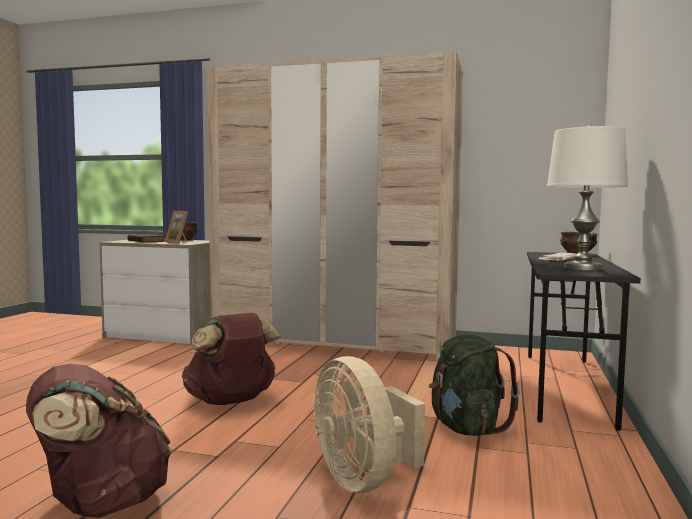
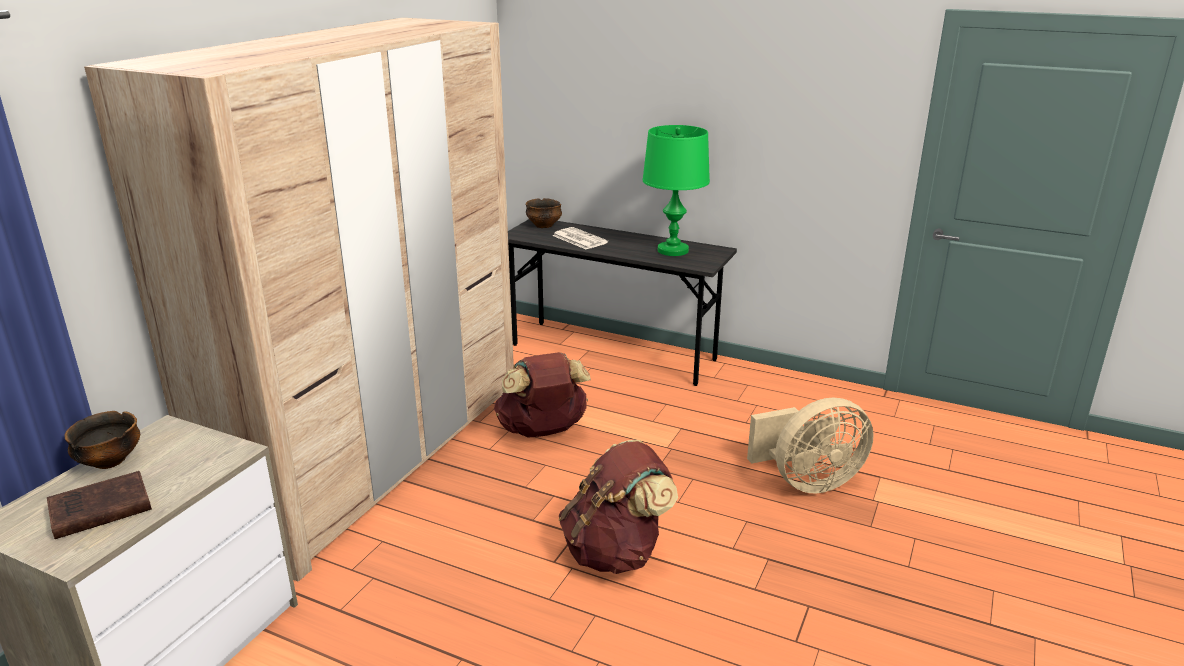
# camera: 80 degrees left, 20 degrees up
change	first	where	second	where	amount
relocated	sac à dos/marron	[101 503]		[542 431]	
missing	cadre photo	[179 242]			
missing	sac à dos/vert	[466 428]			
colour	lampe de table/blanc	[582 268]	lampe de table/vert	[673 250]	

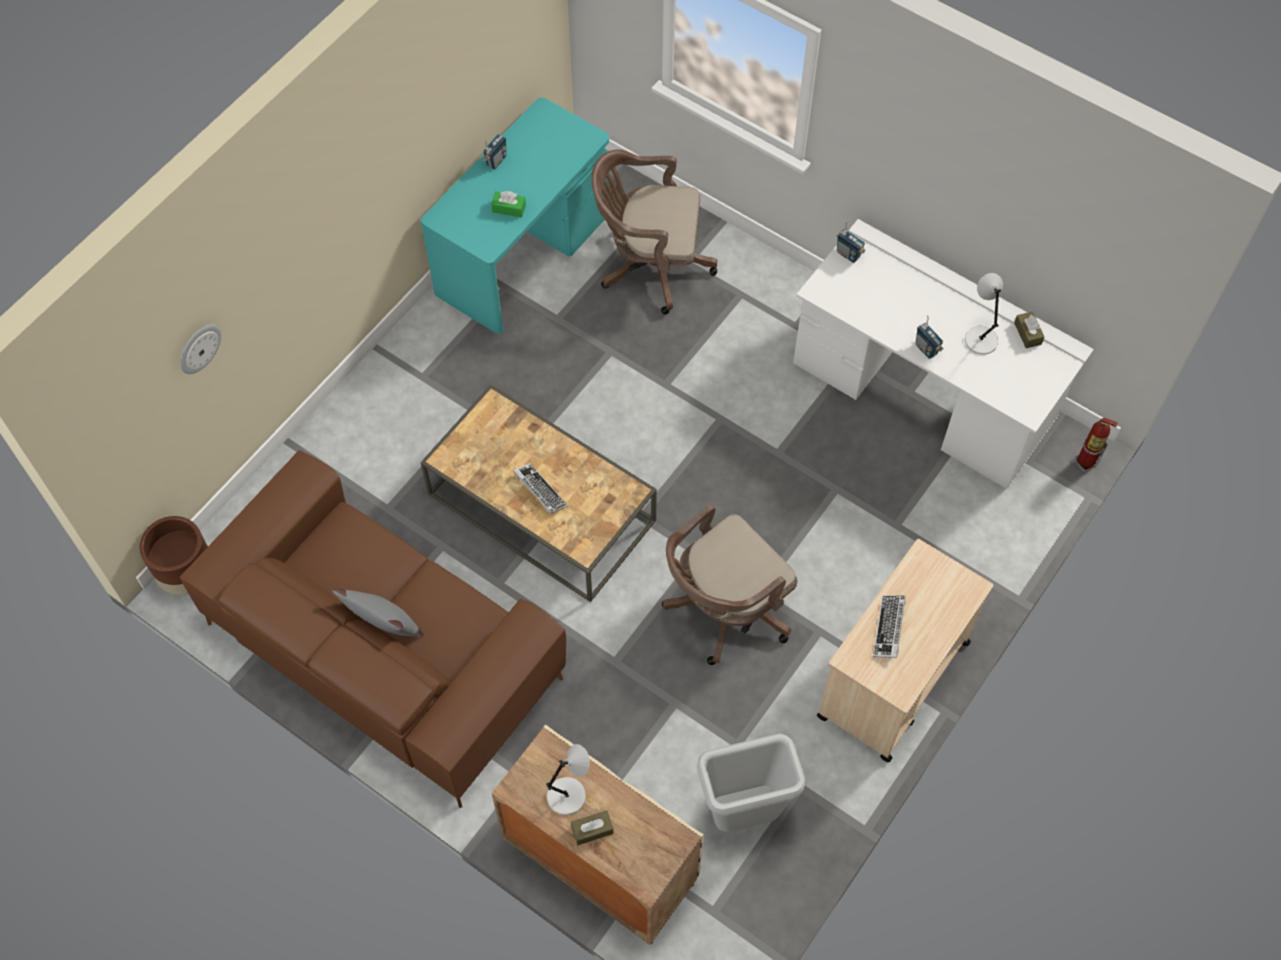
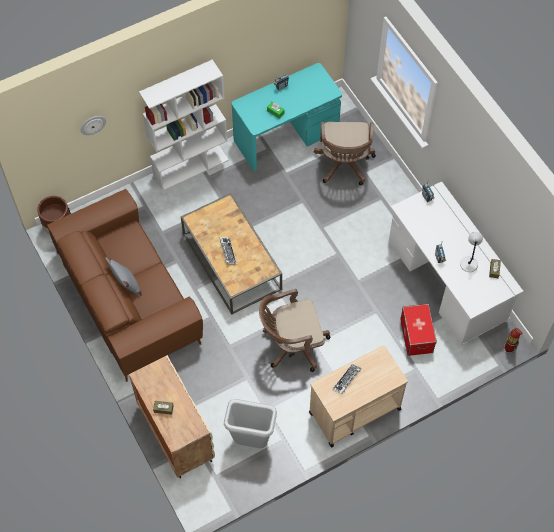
# camera: 25 degrees right, 0 degrees up
change	first	where	second	where	amount
missing	lampe de table/gris	[568 795]			
spun	chaise de bureau/marron	[650 265]		[344 165]	120 degrees counterclockwise
appeared			bibliothèque/blanc	[191 167]	
appeared			boîte de rangement	[416 336]	

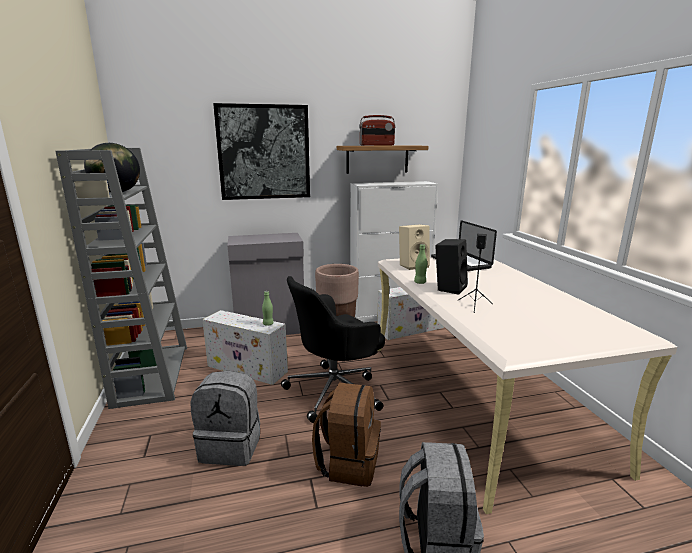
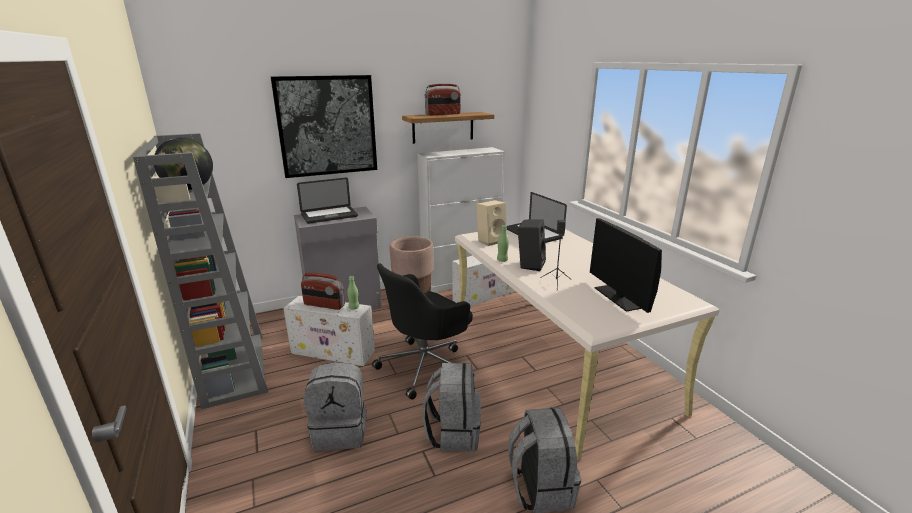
# camera: 10 degrees left, 5 degrees up
change	first	where	second	where	amount
colour	sac à dos/marron	[348 463]	sac à dos/gris	[453 432]	
appeared			ordinateur portable	[329 216]	
appeared			radio	[324 305]	
appeared			écran d'ordinateur	[619 297]	

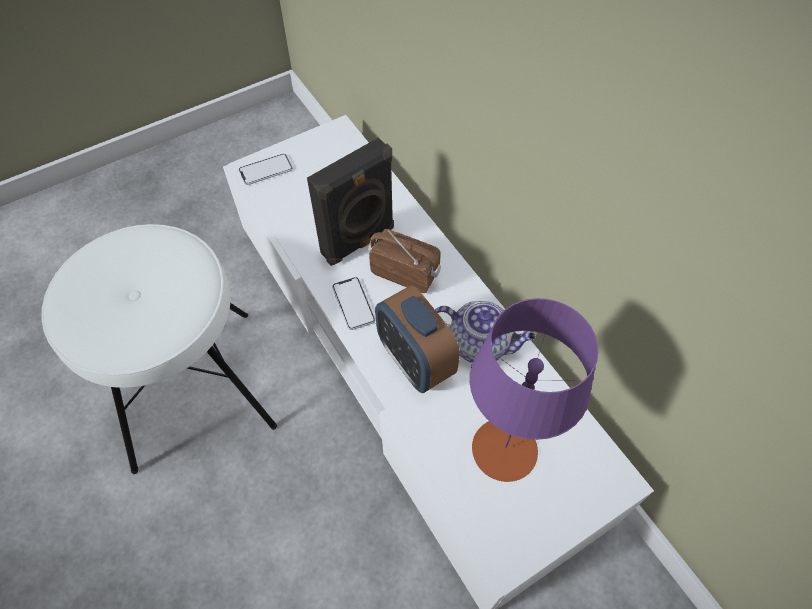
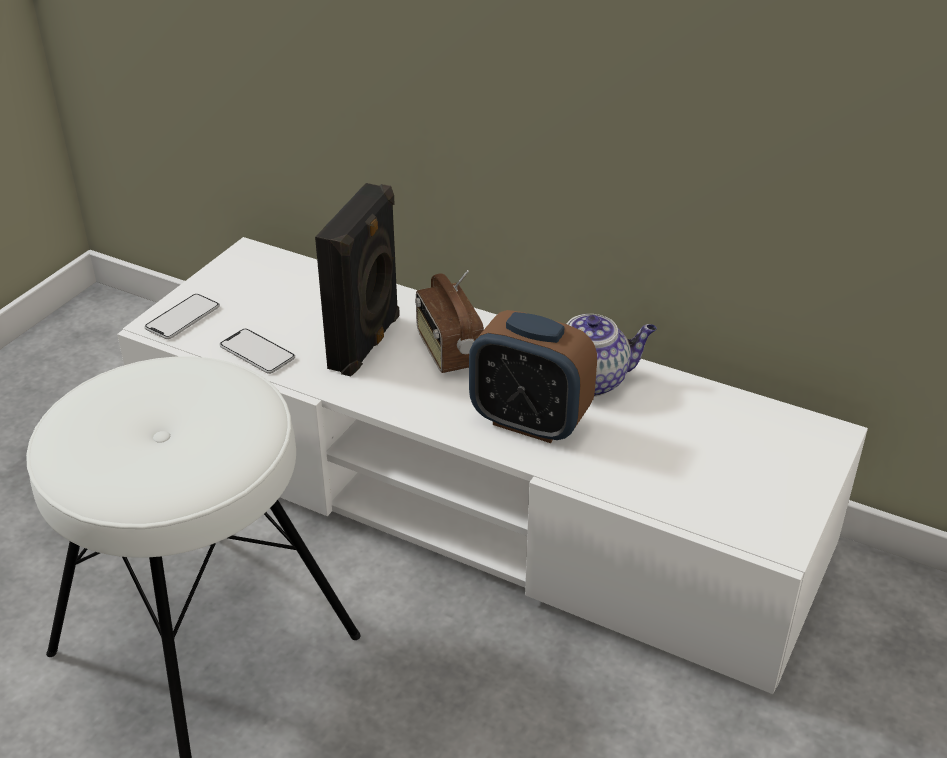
# camera: 30 degrees left, 20 degrees down
change	first	where	second	where	amount
relocated	téléphone	[353 304]		[257 352]	
spun	radio	[405 272]		[448 351]	105 degrees counterclockwise
missing	lampe de table/violet	[505 449]			

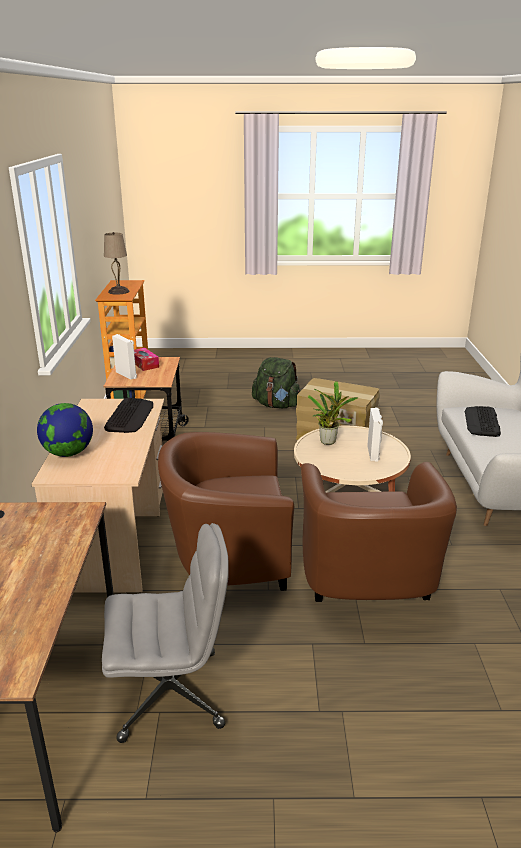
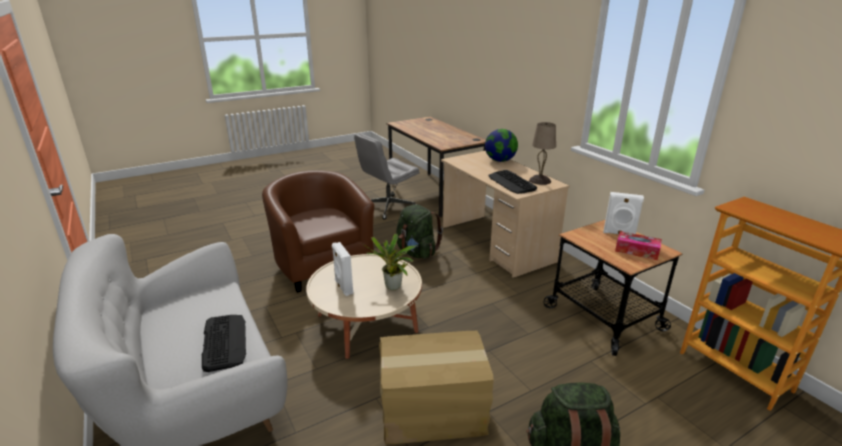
# camera: 150 degrees right, 0 degrees up
change	first	where	second	where	amount
relocated	lampe de table/beige	[119 291]		[539 180]	
exchanged	fauteuil/marron	[228 558]	sac à dos/vert	[416 253]	

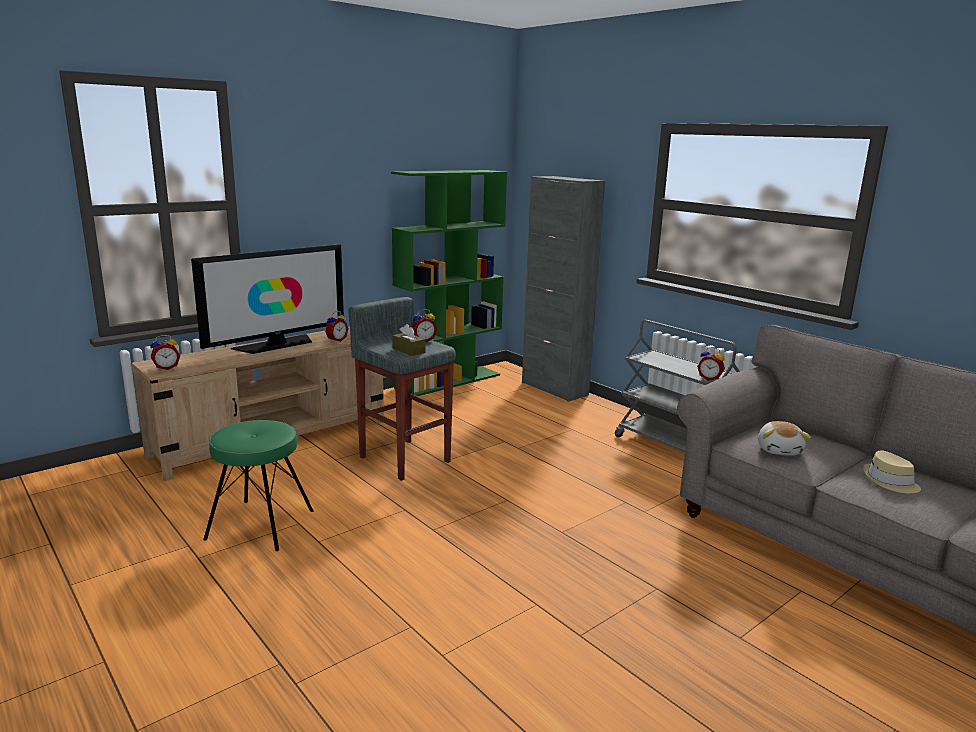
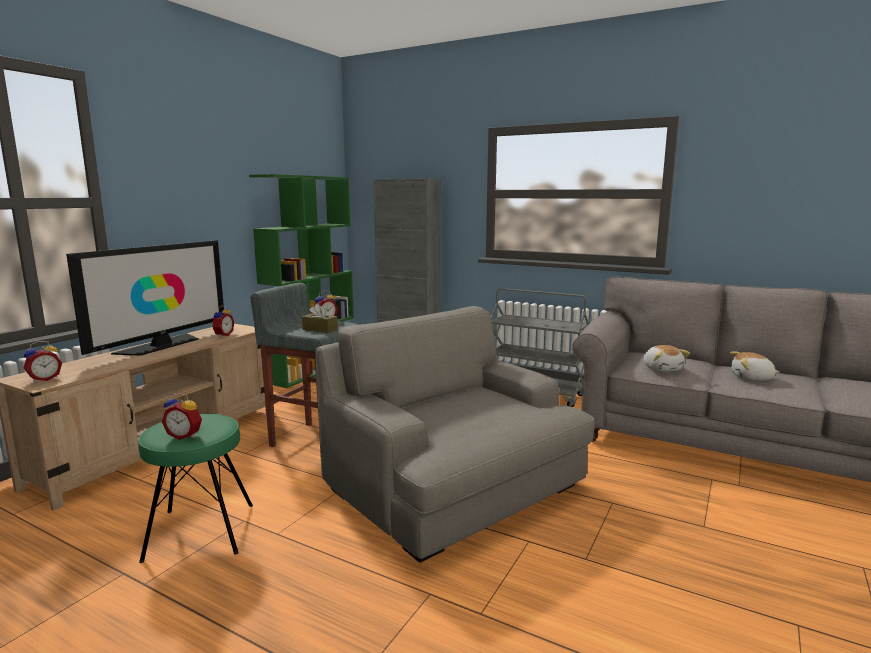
# camera: 20 degrees left, 5 degrees down
change	first	where	second	where	amount
relocated	réveil	[710 378]		[185 436]	
exchanged	chapeau/beige	[889 482]	peluche	[752 378]	
appeared			fauteuil/gris	[455 489]	

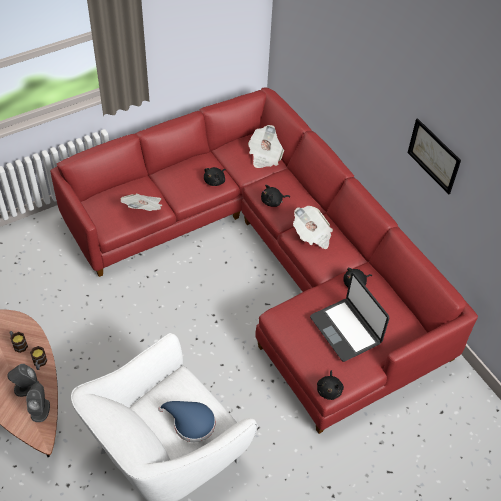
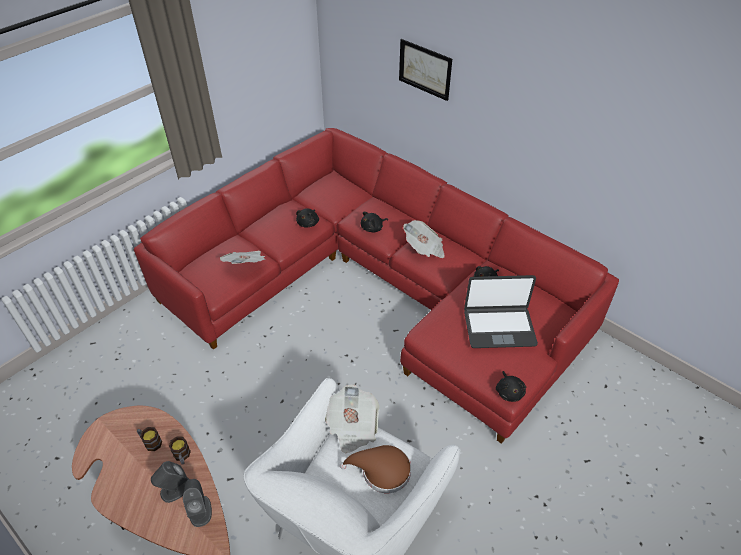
# camera: 15 degrees left, 5 degrees down
change	first	where	second	where	amount
colour	chapeau/bleu	[190 422]	chapeau/marron	[381 471]	
relocated	journal	[265 155]		[352 427]	
spun	ordinateur portable	[346 330]		[499 327]	45 degrees counterclockwise
relocated	tableau	[433 156]		[425 69]	

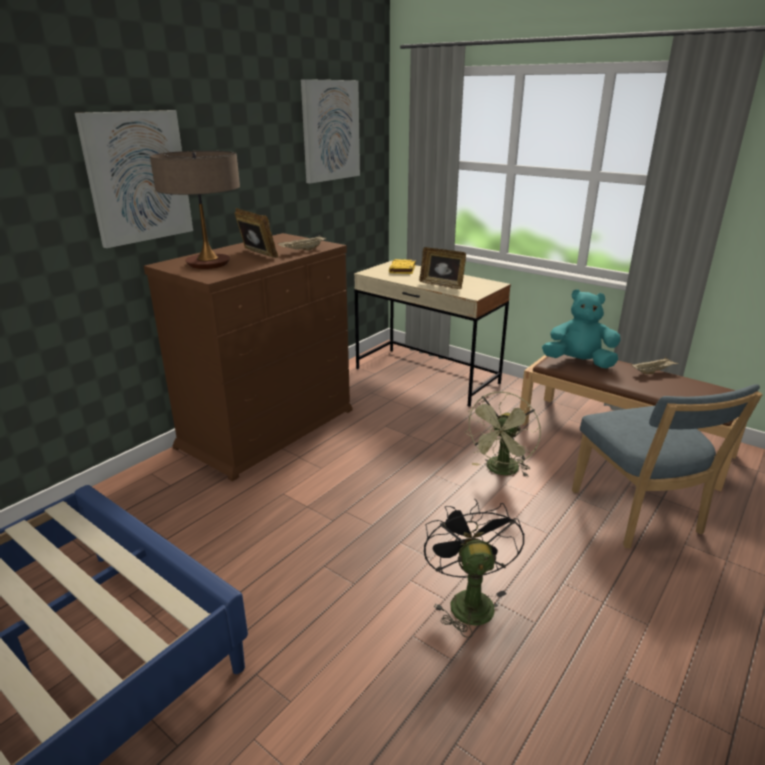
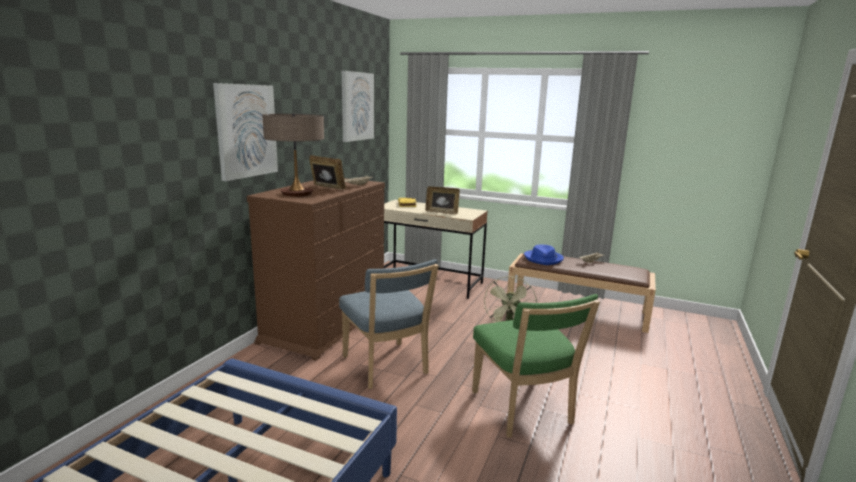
# camera: 15 degrees left, 10 degrees down
change	first	where	second	where	amount
exchanged	ventilateur/noir	[467 600]	chaise/vert	[523 411]	
exchanged	peluche/turquoise	[579 362]	chapeau/bleu	[543 259]	
relocated	chaise/bleu	[638 515]		[386 367]	

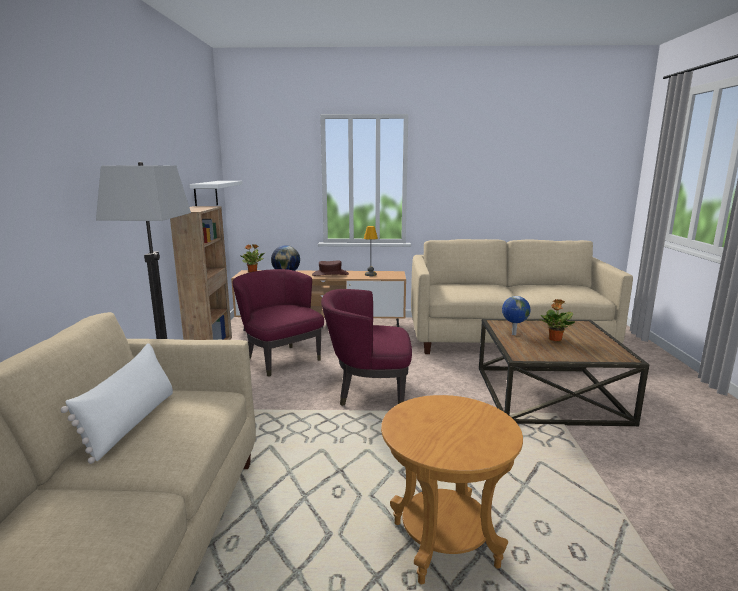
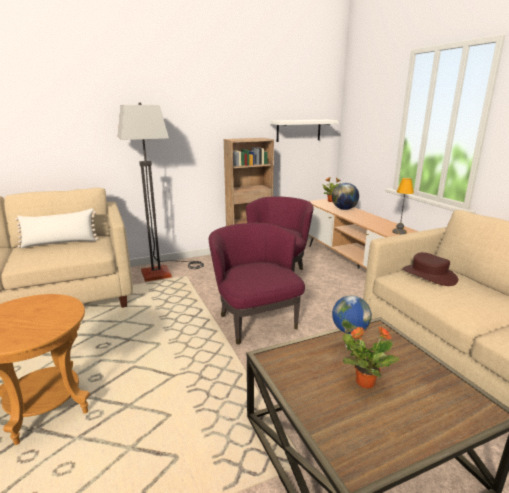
# camera: 65 degrees right, 5 degrees up
change	first	where	second	where	amount
relocated	chapeau/marron	[330 274]		[429 275]	

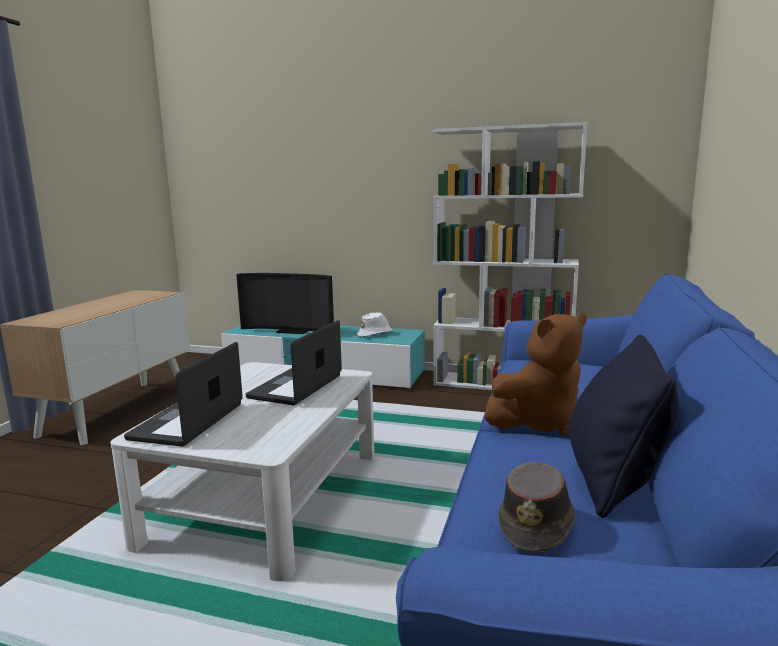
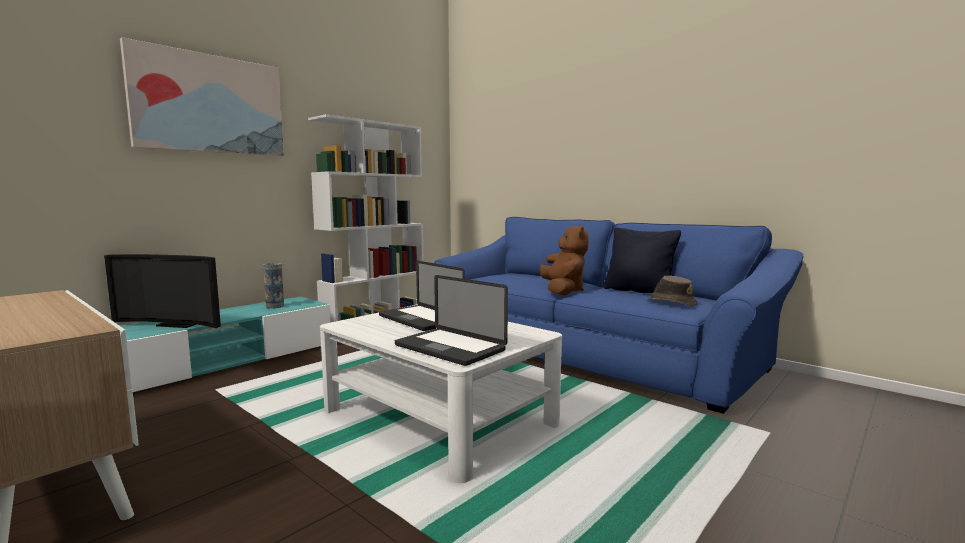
# camera: 65 degrees left, 5 degrees down
change	first	where	second	where	amount
spun	téléviseur	[292 331]		[178 324]	60 degrees clockwise
exchanged	chapeau/blanc	[375 334]	vase	[275 306]	
appeared			tableau	[209 104]	

